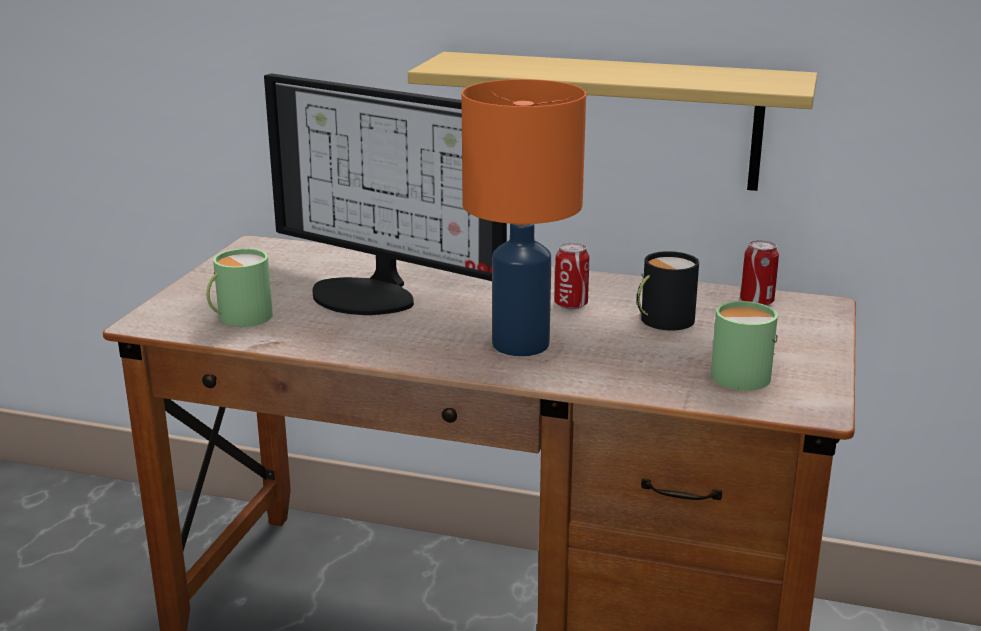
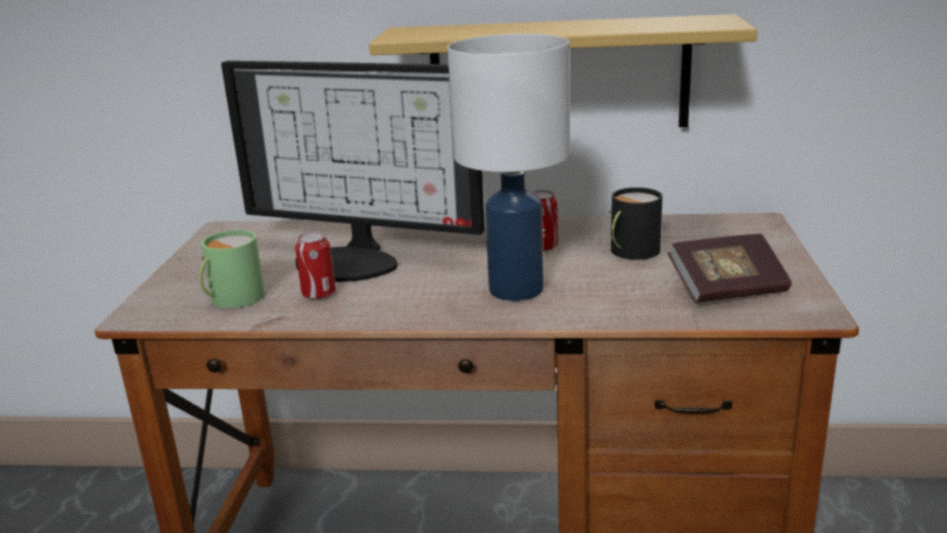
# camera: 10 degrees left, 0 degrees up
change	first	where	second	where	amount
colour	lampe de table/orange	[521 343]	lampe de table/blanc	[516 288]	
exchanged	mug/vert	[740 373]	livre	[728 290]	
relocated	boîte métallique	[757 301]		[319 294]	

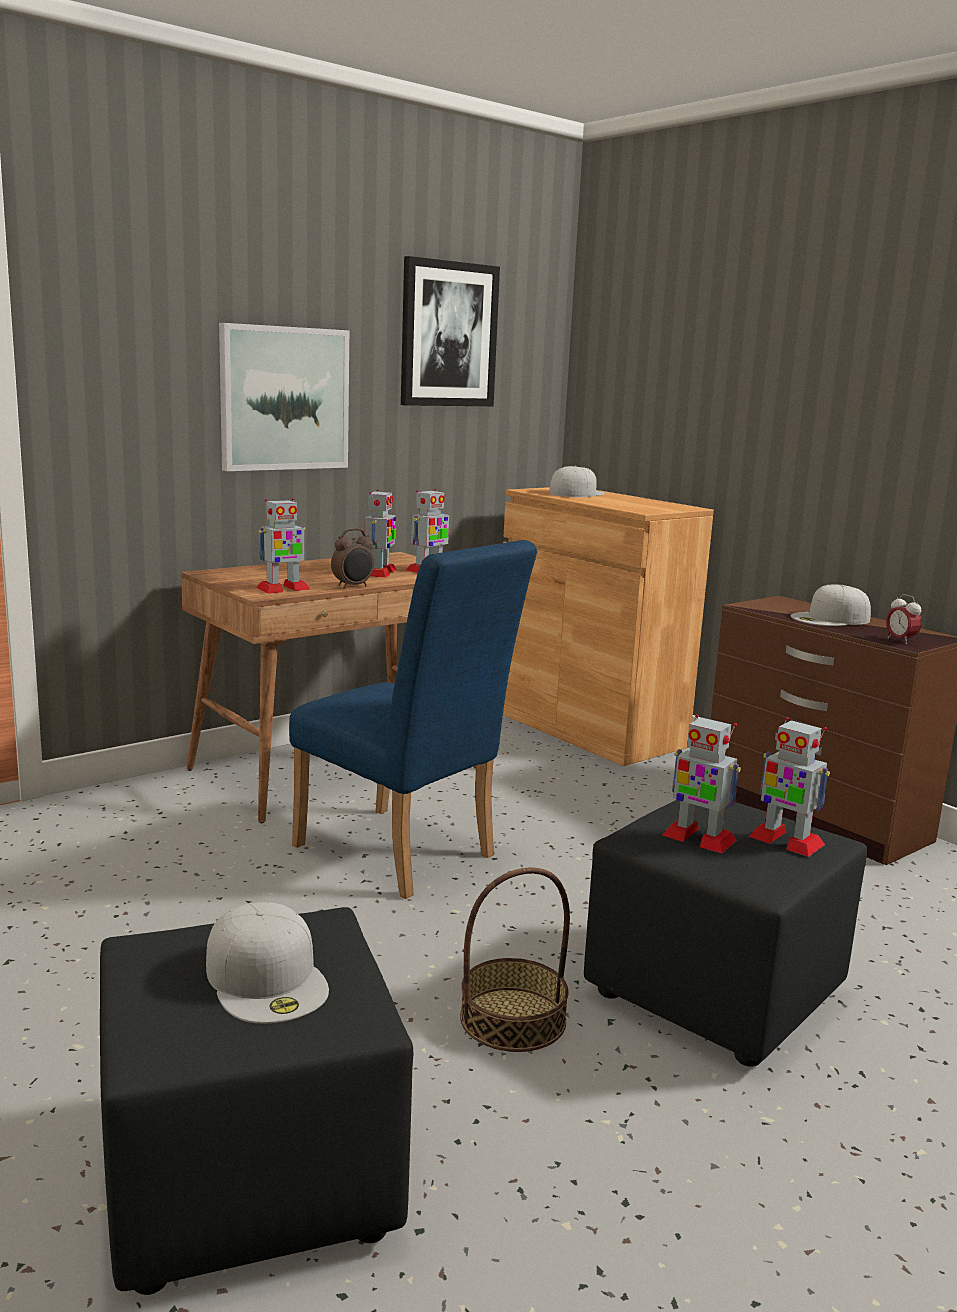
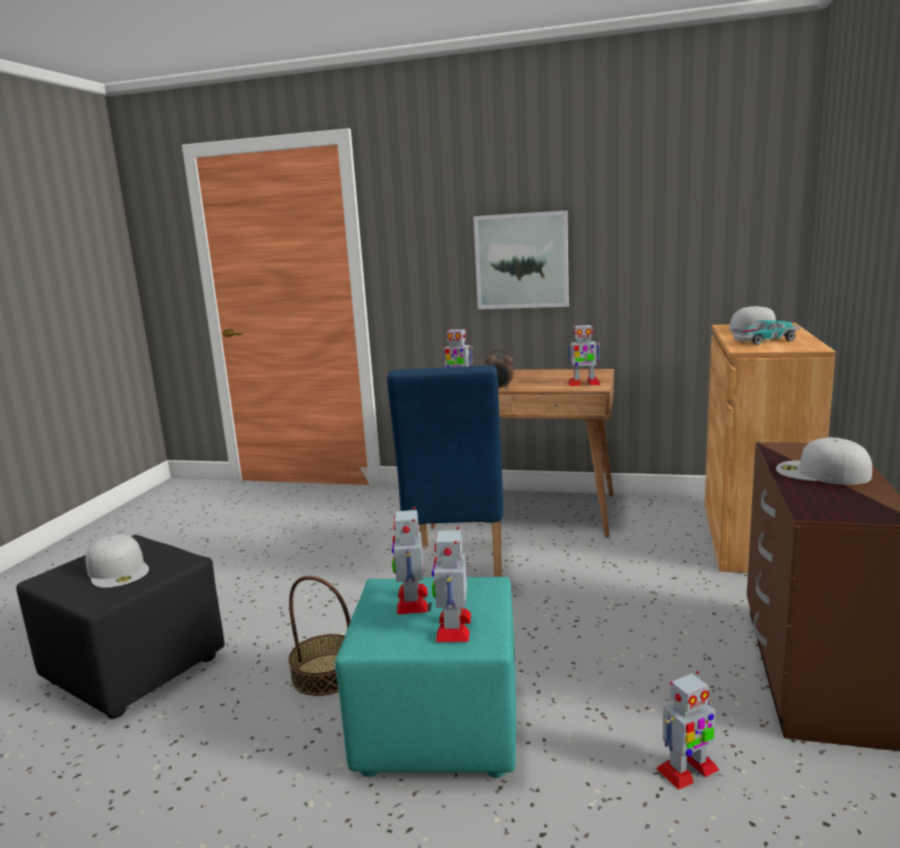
# camera: 55 degrees right, 0 degrees up
change	first	where	second	where	amount
spun	casquette/blanc	[267 978]		[118 570]	60 degrees counterclockwise
relocated	robot jouet	[379 573]		[687 770]	
missing	tableau	[448 334]			
colour	pouf/noir	[717 994]	pouf/turquoise	[440 730]	
missing	réveil	[900 641]			
appeared			petite voiture	[763 341]	

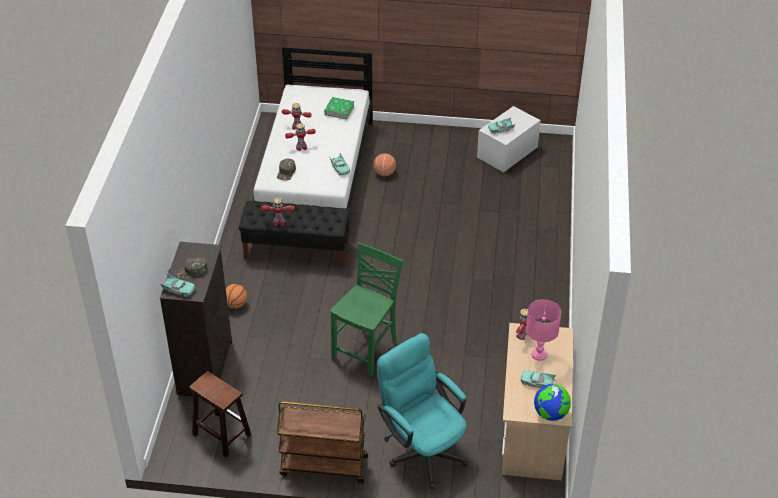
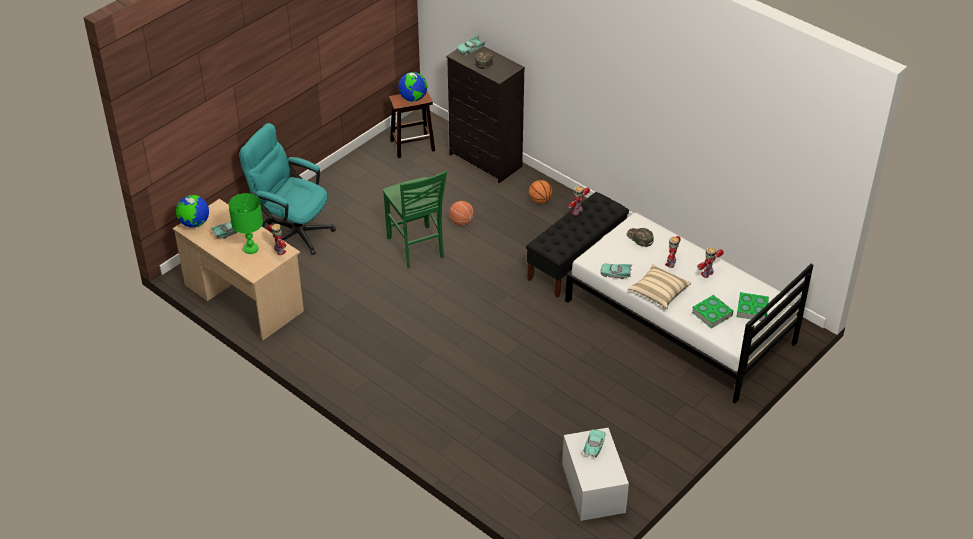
# camera: 125 degrees right, 0 degrees up
change	first	where	second	where	amount
missing	chariot/marron	[323 466]			
relocated	ballon de basket	[384 173]		[461 222]	
spun	chaise de bureau/turquoise	[422 449]		[292 231]	150 degrees counterclockwise
colour	lampe de table/rose	[539 355]	lampe de table/vert	[250 248]	
appeared			globe	[413 98]	
appeared			coussin/beige	[659 293]	
appeared			livre	[752 309]	

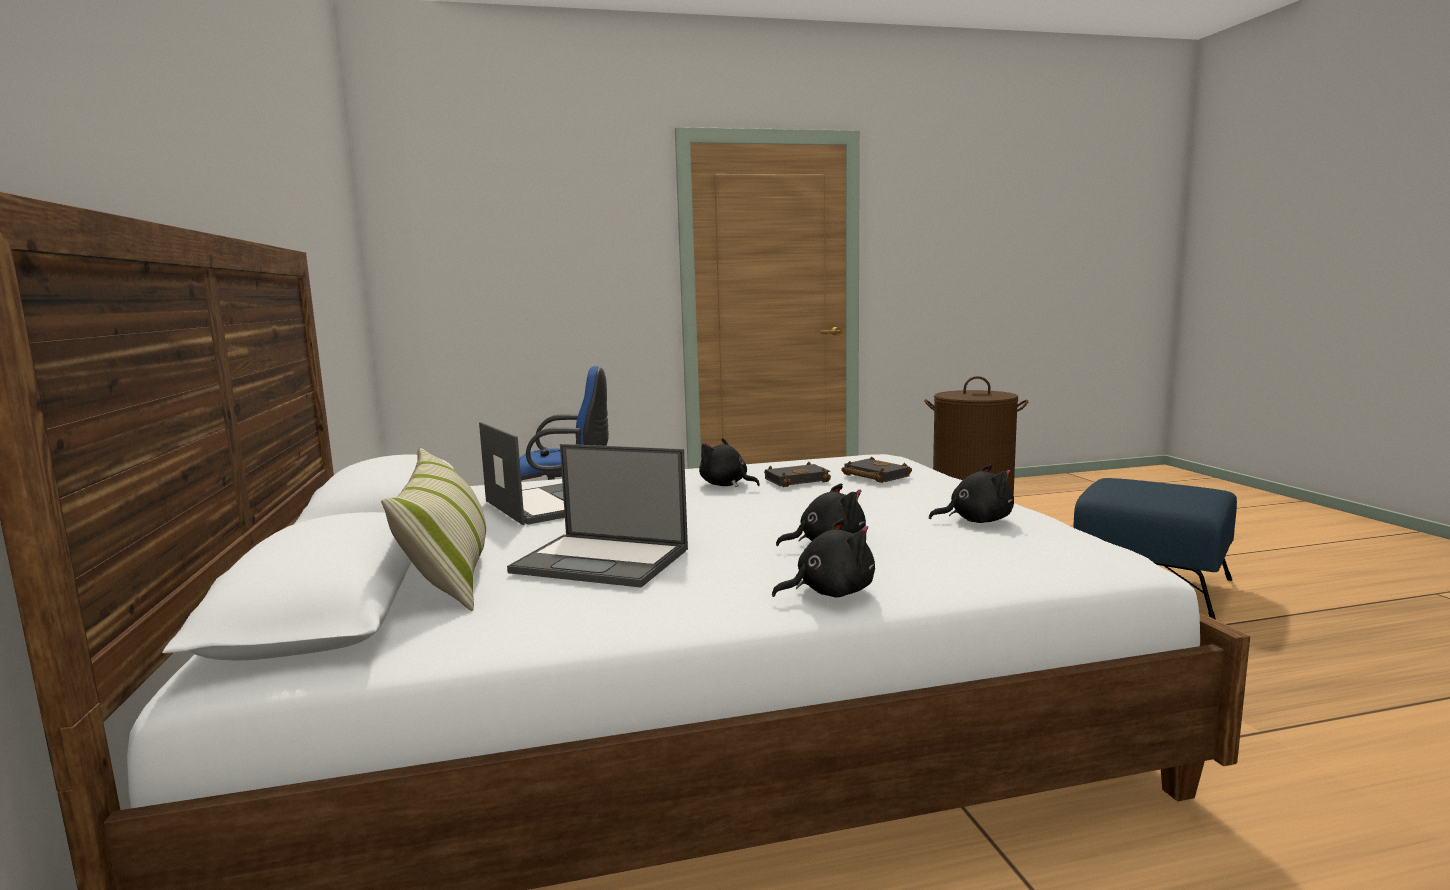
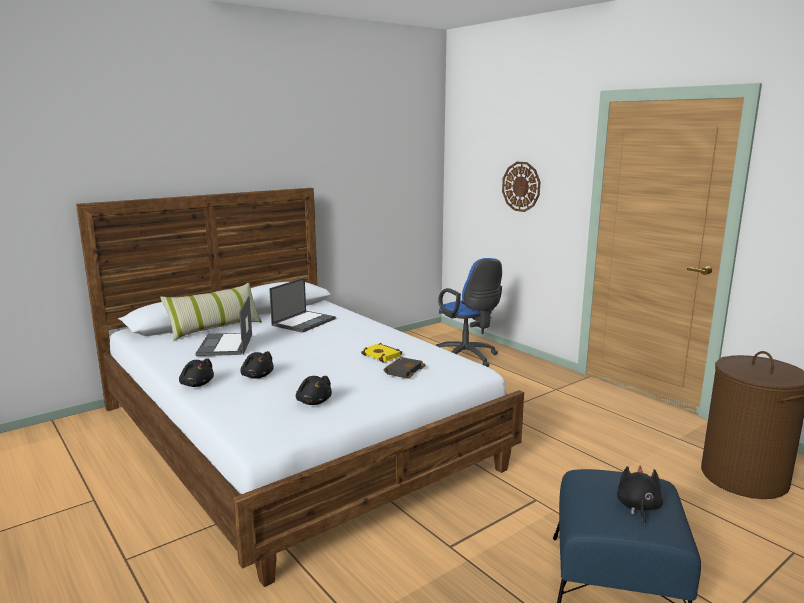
# camera: 65 degrees right, 5 degrees up
change	first	where	second	where	amount
relocated	peluche/noir	[726 485]		[638 507]	
colour	livre/noir	[797 480]	livre/jaune	[383 355]	
appeared			horloge murale	[521 186]	

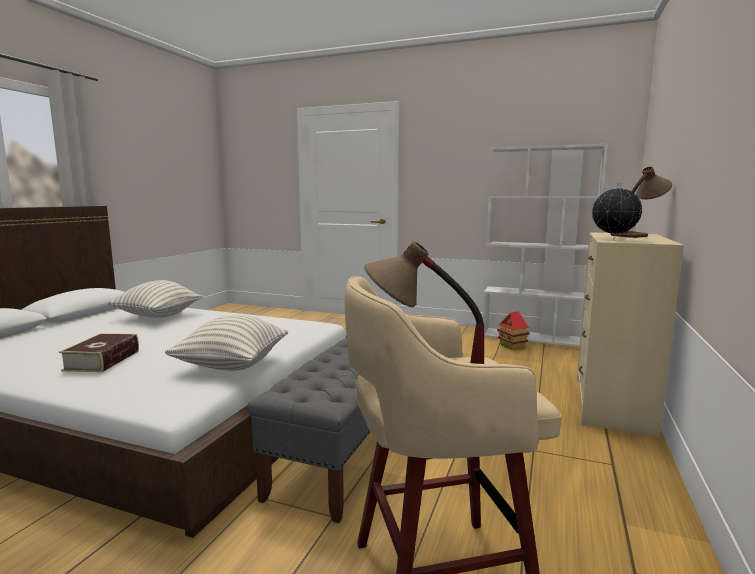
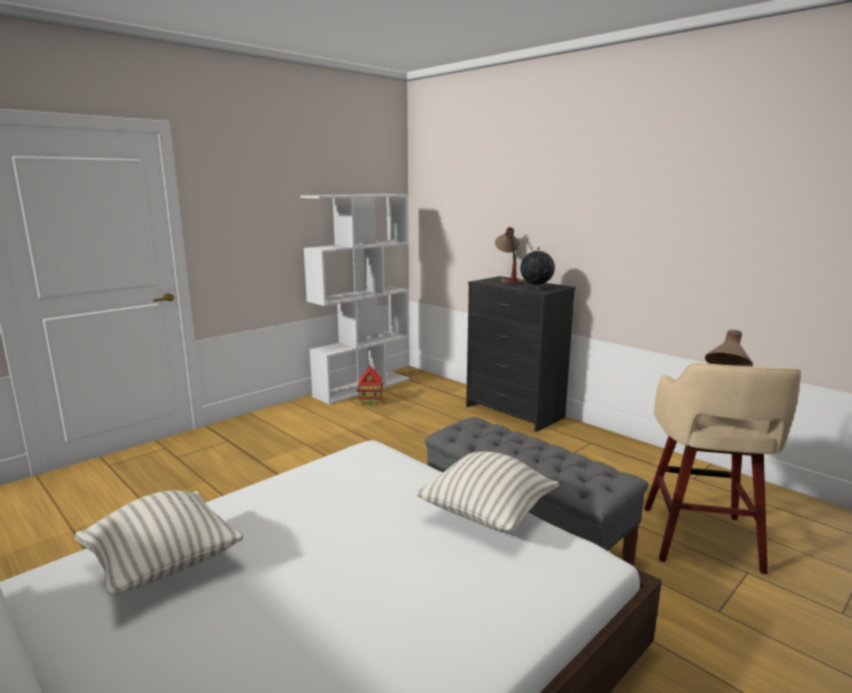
# camera: 65 degrees left, 5 degrees up
change	first	where	second	where	amount
missing	livre	[102 360]			
colour	commode/beige	[611 405]	commode/noir	[514 412]	

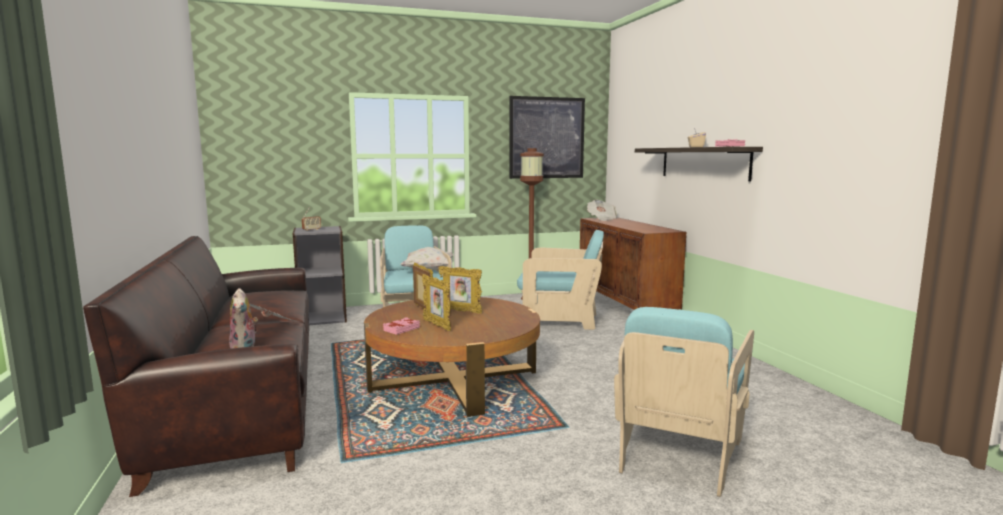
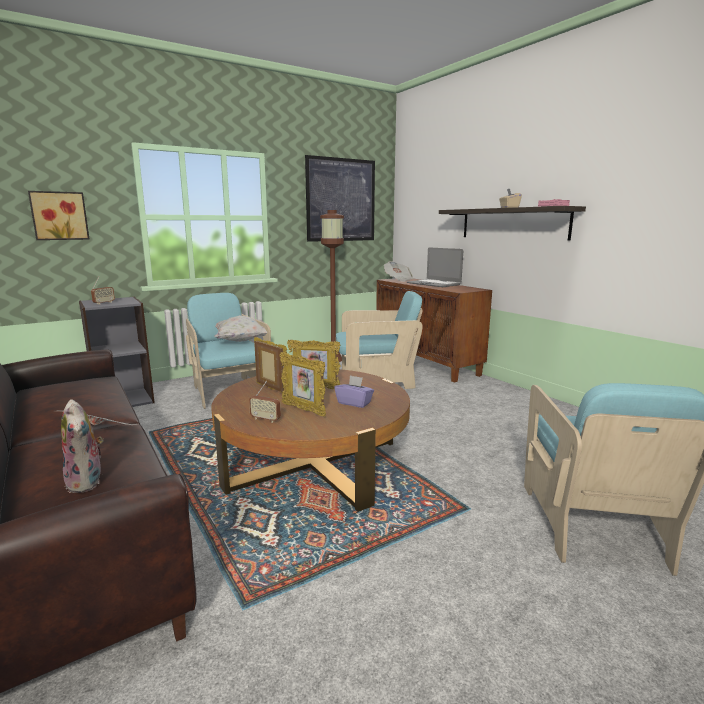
# camera: 15 degrees left, 5 degrees up
change	first	where	second	where	amount
exchanged	livre/rose	[401 329]	radio	[265 419]	
appeared			tableau	[59 216]	
appeared			boîte à mouchoirs/violet	[354 403]	
appeared			ordinateur portable	[433 284]	

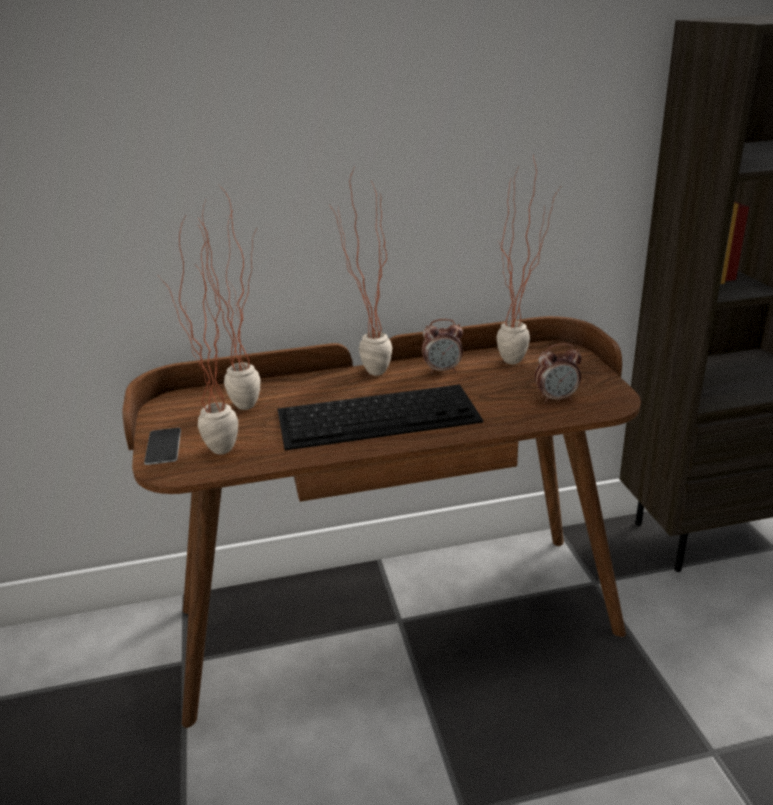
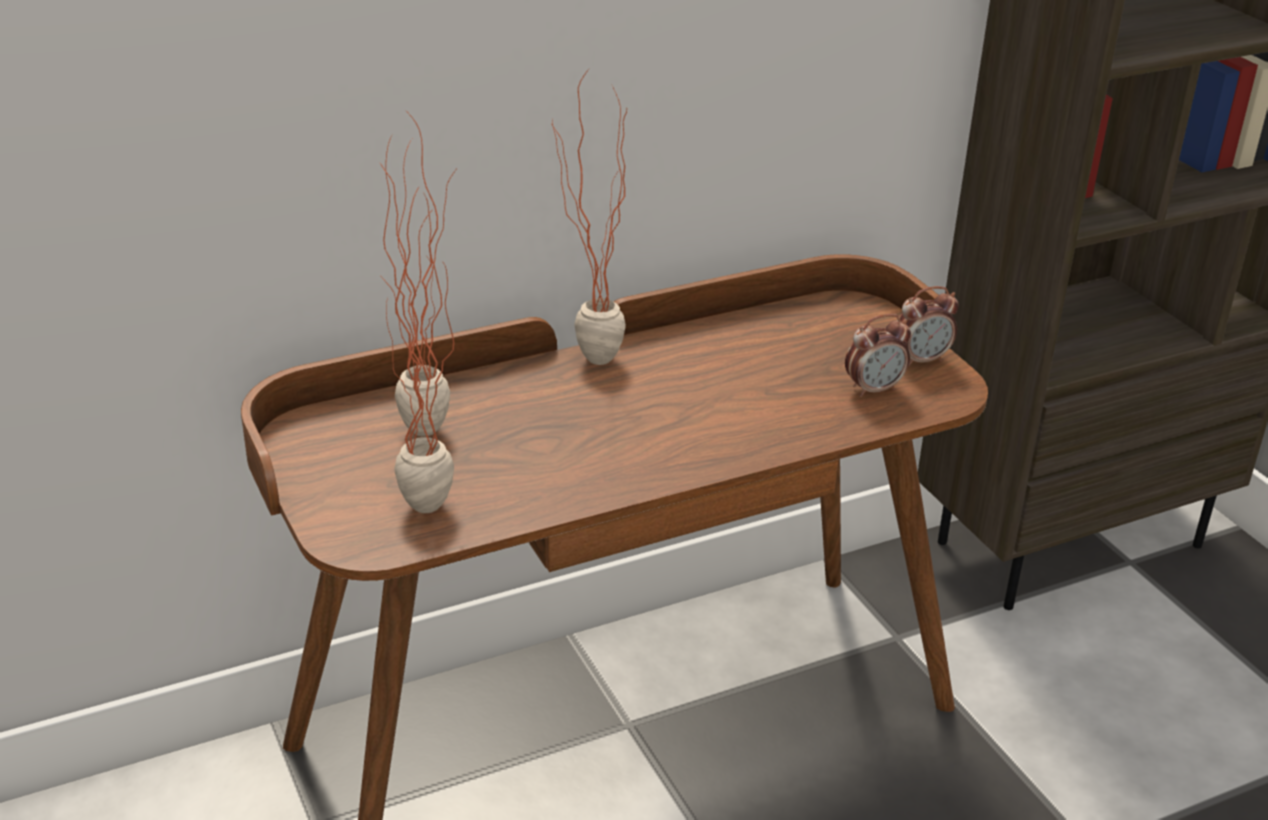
# camera: 15 degrees left, 5 degrees up
change	first	where	second	where	amount
missing	téléphone	[163 446]			
missing	clavier	[379 415]			
relocated	réveil	[442 370]		[921 360]	
missing	plante en pot	[522 363]			

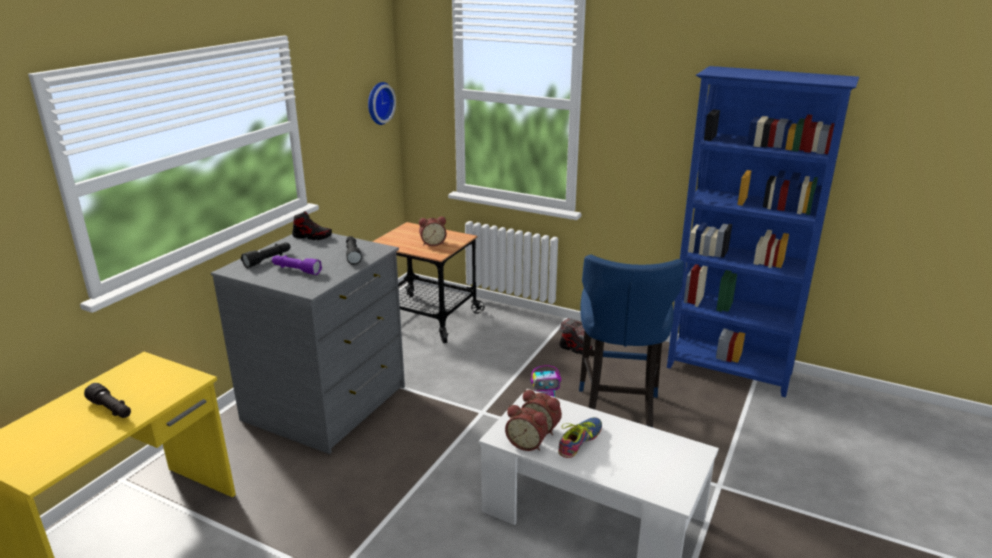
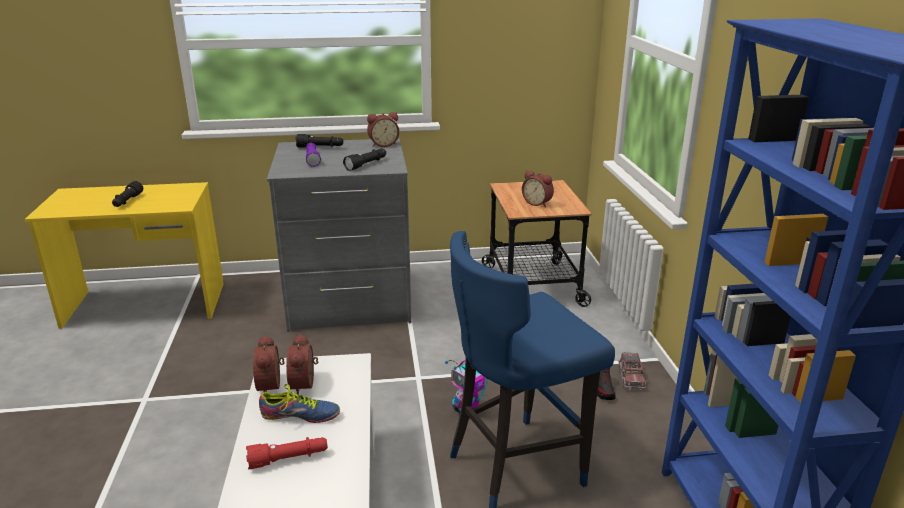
# camera: 55 degrees right, 0 degrees up
change	first	where	second	where	amount
exchanged	chaussure	[312 236]	réveil	[383 144]	
missing	horloge murale	[378 103]			
appeared			lampe de poche/rouge	[288 459]	

